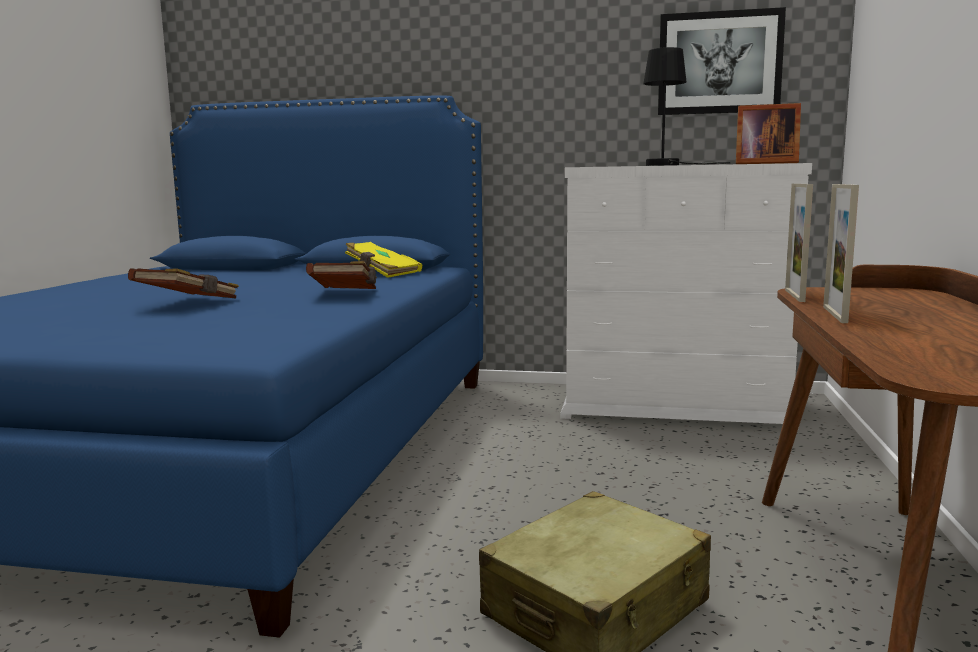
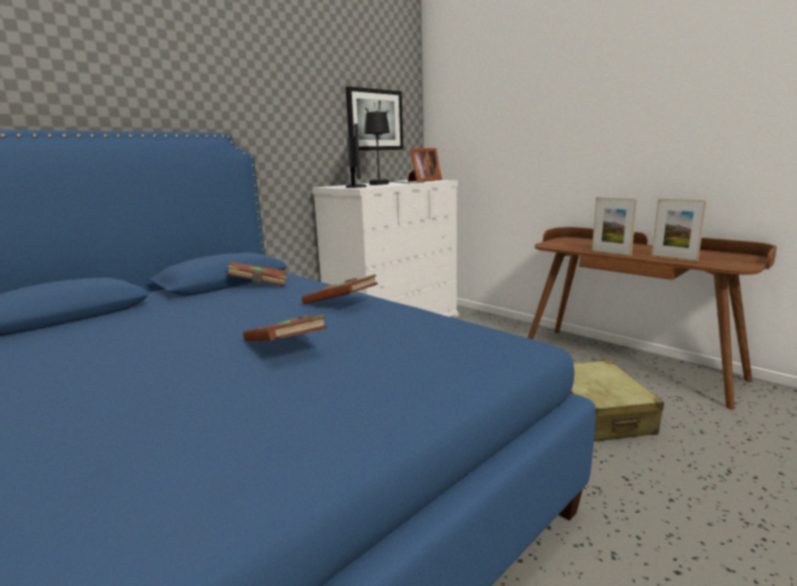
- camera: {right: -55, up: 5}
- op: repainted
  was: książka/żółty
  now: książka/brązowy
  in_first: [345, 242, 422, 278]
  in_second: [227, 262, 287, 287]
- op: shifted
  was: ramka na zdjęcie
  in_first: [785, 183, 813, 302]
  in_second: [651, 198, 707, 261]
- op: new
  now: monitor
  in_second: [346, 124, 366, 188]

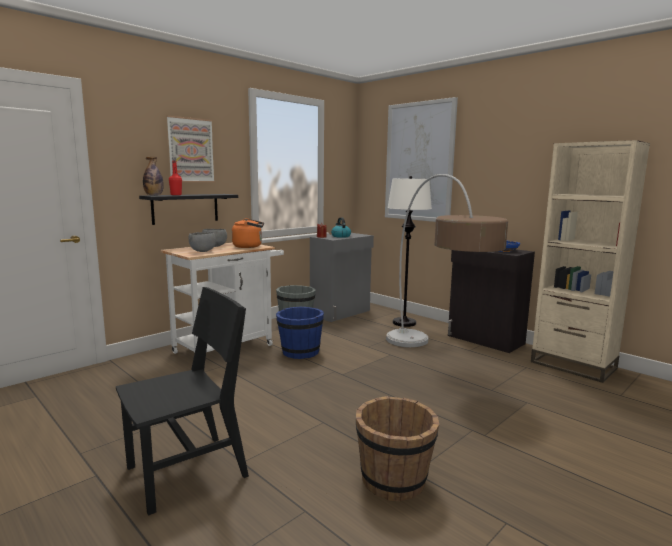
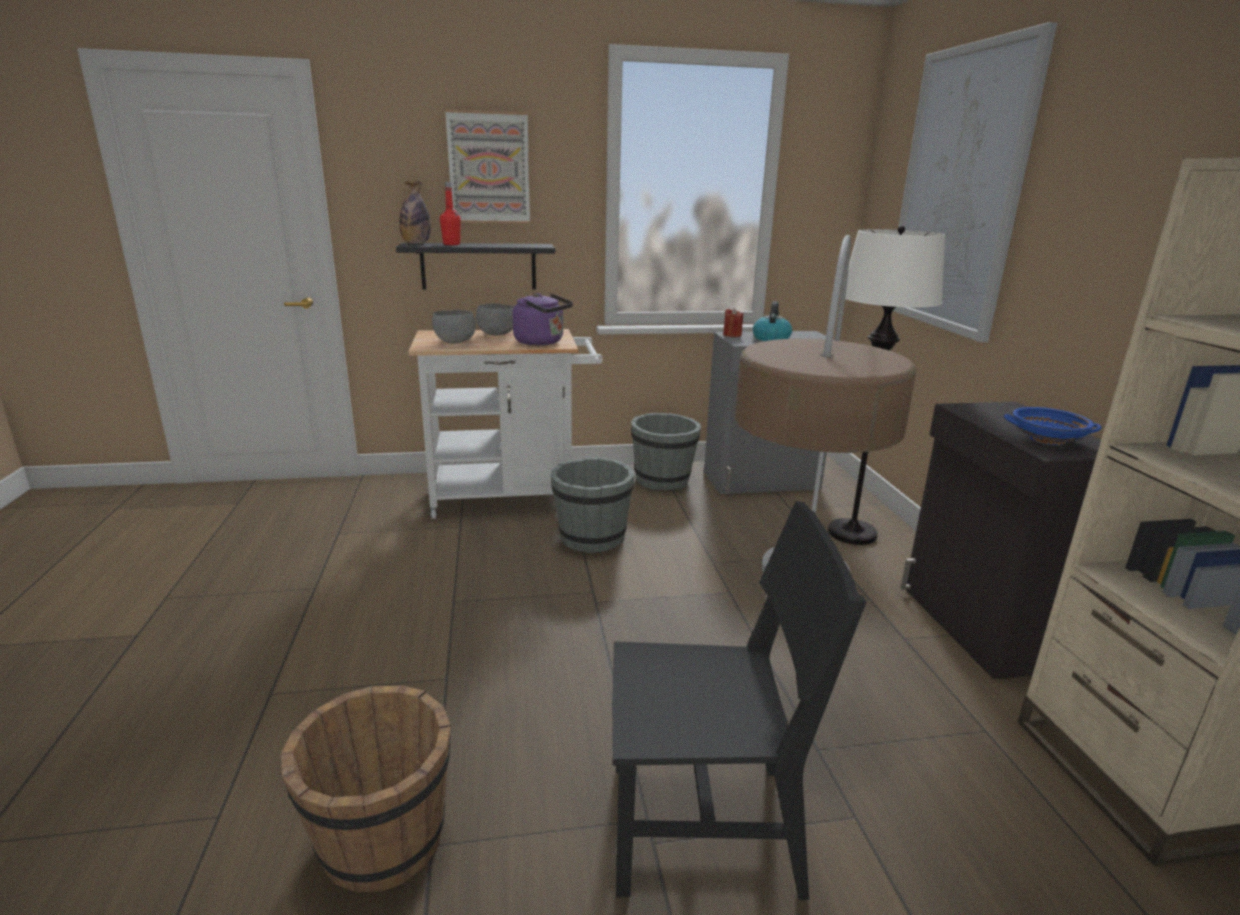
- camera: {right: 35, up: 10}
- op: shifted
  was: krzesło/czarny
  in_first: [116, 287, 249, 516]
  in_second: [612, 501, 867, 900]
- op: repainted
  was: czajnik/pomarańczowy
  now: czajnik/fioletowy
  in_first: [232, 218, 264, 248]
  in_second: [513, 293, 573, 345]
- op: repainted
  was: wiadro/niebieski
  now: wiadro/szary
  in_first: [276, 307, 324, 359]
  in_second: [551, 457, 635, 553]

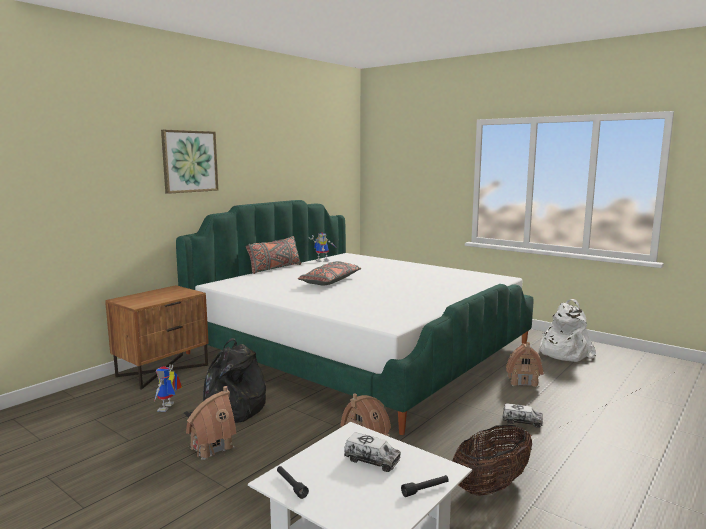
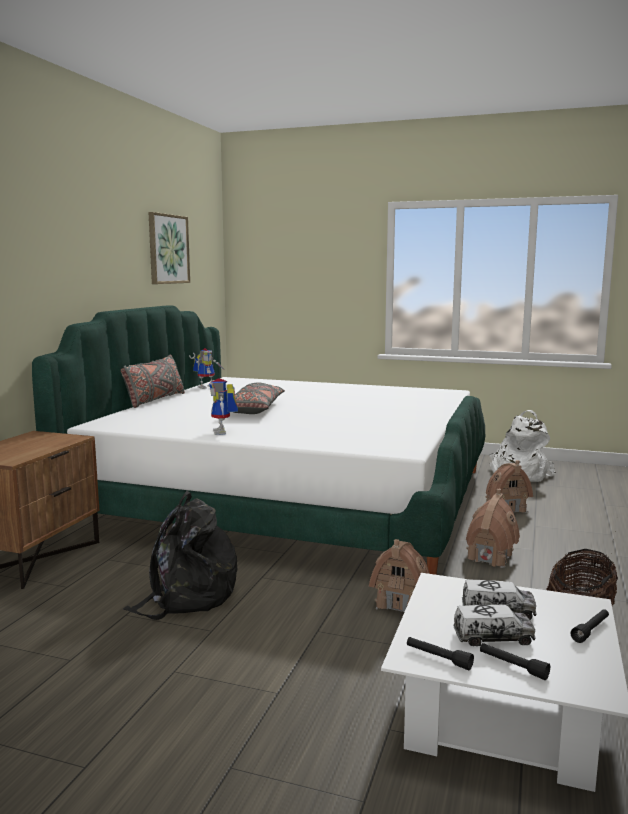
- camera: {right: -20, up: 0}
- op: shifted
  was: robot zabawkowy
  in_first: [154, 364, 182, 412]
  in_second: [209, 378, 238, 435]
- op: shifted
  was: obraz
  in_first: [161, 130, 218, 194]
  in_second: [148, 212, 190, 284]
- op: shifted
  was: domek
  in_first: [186, 386, 236, 460]
  in_second: [466, 488, 520, 568]
- op: shifted
  was: ciężarówka zabawkowa
  in_first: [502, 403, 543, 428]
  in_second: [453, 605, 536, 646]
- op: new
  now: latarka/czarny
  in_second: [480, 643, 550, 680]

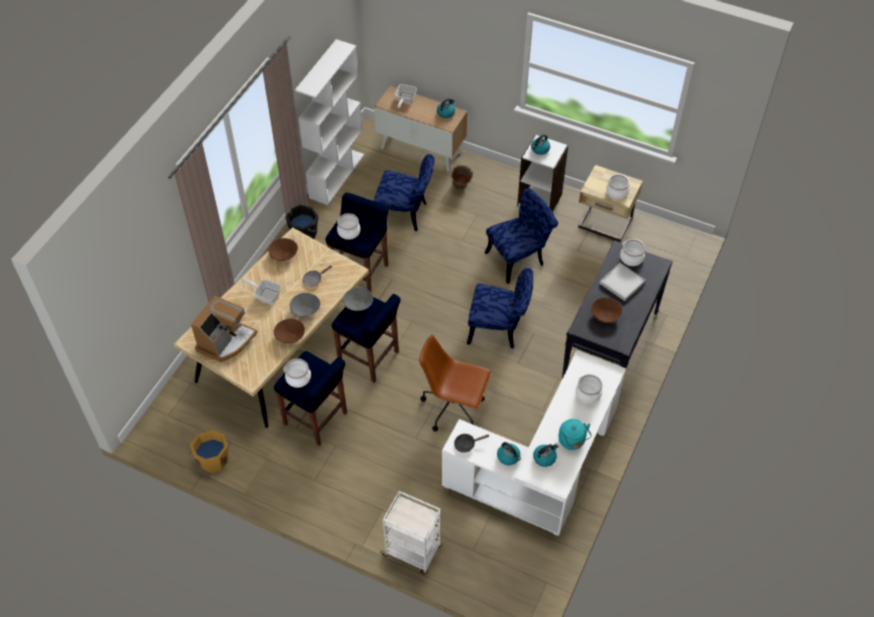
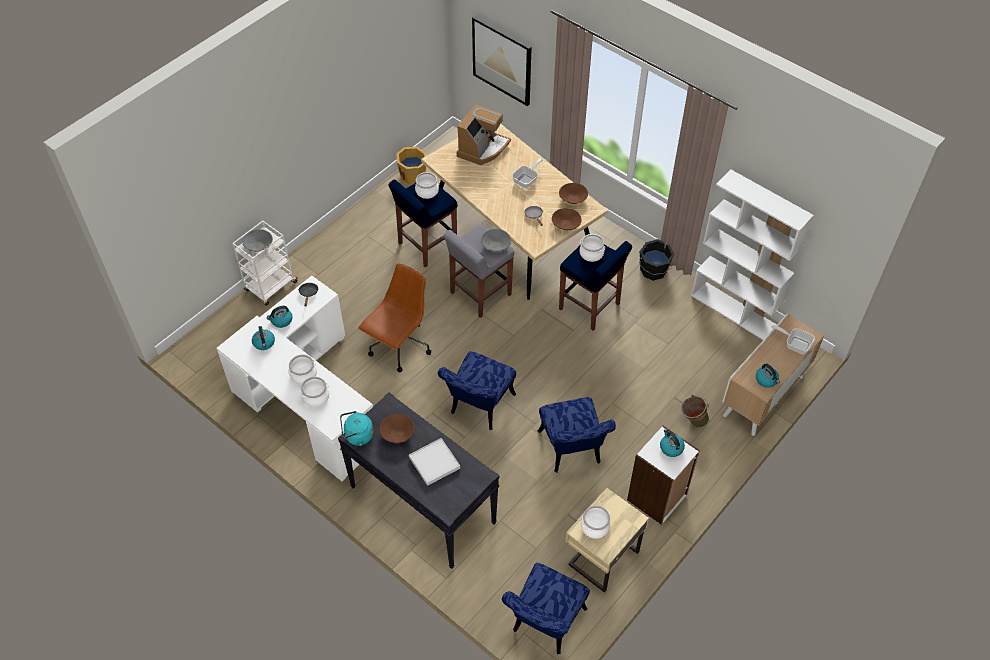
- camera: {right: 105, up: 0}
- op: rotated
  was: ekspres do kawy
  in_first: [191, 296, 258, 362]
  in_second: [457, 104, 511, 165]
  clockwise: -105
- op: shifted
  was: miska/brązowy
  in_first: [274, 318, 305, 343]
  in_second: [552, 208, 582, 230]
- op: shifted
  was: miska/szary
  in_first: [290, 293, 320, 317]
  in_second: [242, 229, 273, 252]
- op: repainted
  was: stołek/niebieski
  now: stołek/szary
  in_first: [332, 294, 401, 383]
  in_second: [444, 225, 514, 318]
- op: shifted
  was: krzesło/niebieski
  in_first: [374, 154, 434, 231]
  in_second: [502, 563, 590, 654]
- op: shifted
  was: czajnik/turkusowy
  in_first: [558, 419, 592, 450]
  in_second: [340, 411, 373, 446]
- op: shifted
  was: garnek
  in_first: [620, 239, 645, 266]
  in_second: [288, 354, 317, 385]
- op: new
  now: obraz
  in_second: [472, 16, 532, 106]

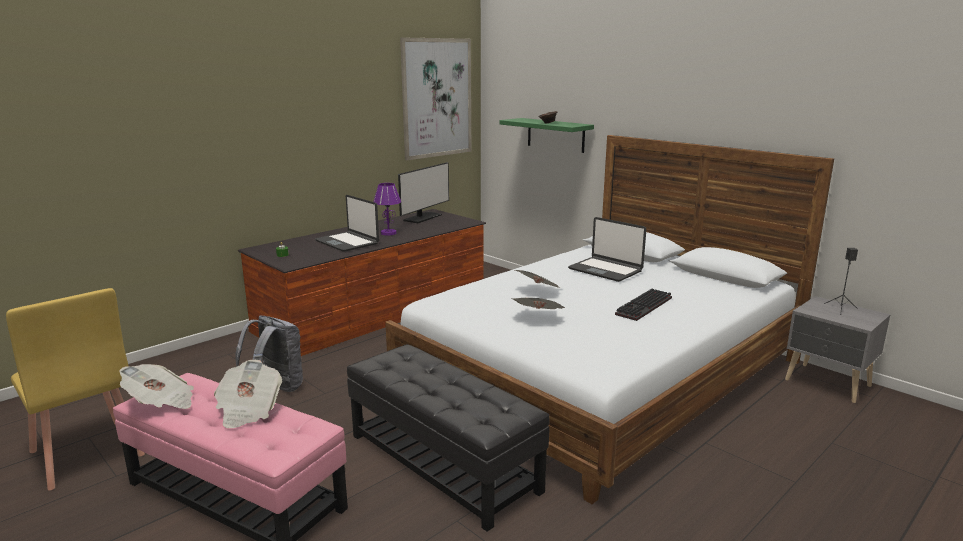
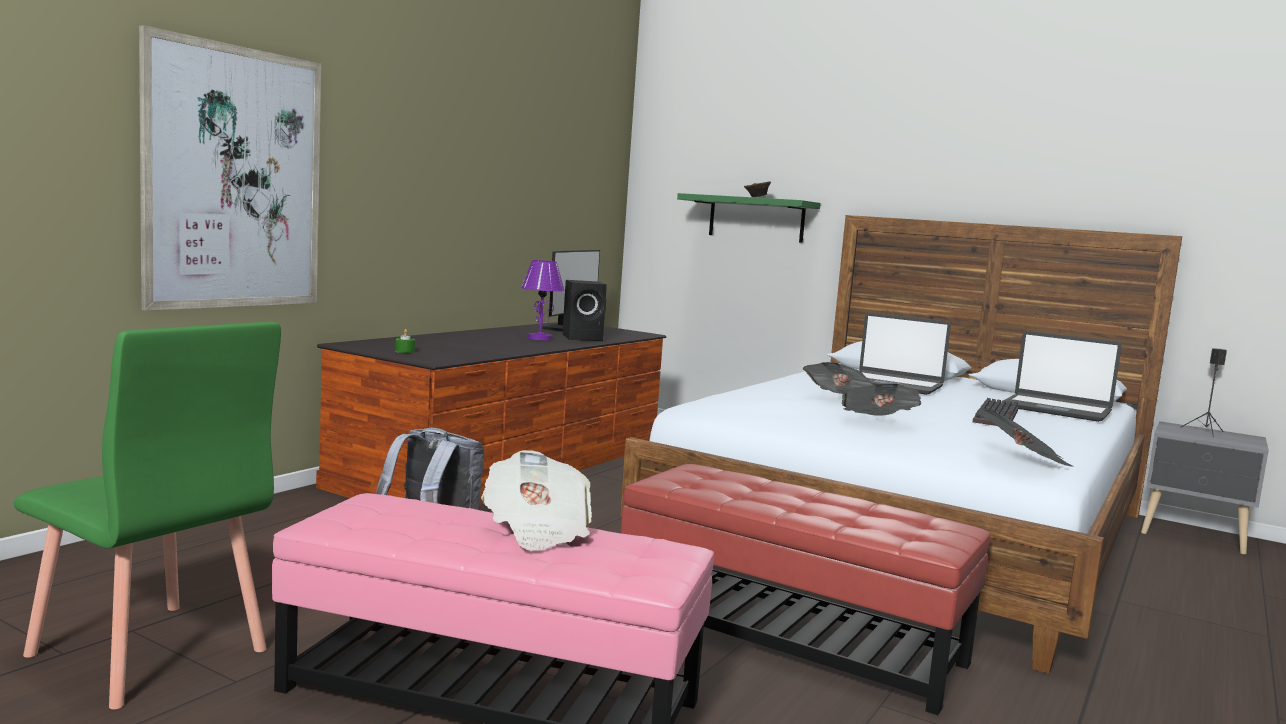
- camera: {right: -15, up: -10}
- op: repainted
  was: krzesło/żółty
  now: krzesło/zielony
  in_first: [6, 288, 145, 490]
  in_second: [14, 322, 281, 710]
- op: shifted
  was: gazeta
  in_first: [120, 364, 194, 409]
  in_second: [977, 408, 1074, 467]
- op: shifted
  was: laptop
  in_first: [315, 195, 379, 252]
  in_second: [1004, 331, 1122, 422]
- op: repainted
  was: pufa/czarny
  now: pufa/czerwony
  in_first: [347, 344, 550, 532]
  in_second: [621, 464, 991, 715]
- op: shifted
  was: obraz
  in_first: [400, 37, 471, 160]
  in_second: [139, 25, 321, 311]
- op: new
  now: głośnik/czarny
  in_second: [562, 280, 607, 341]

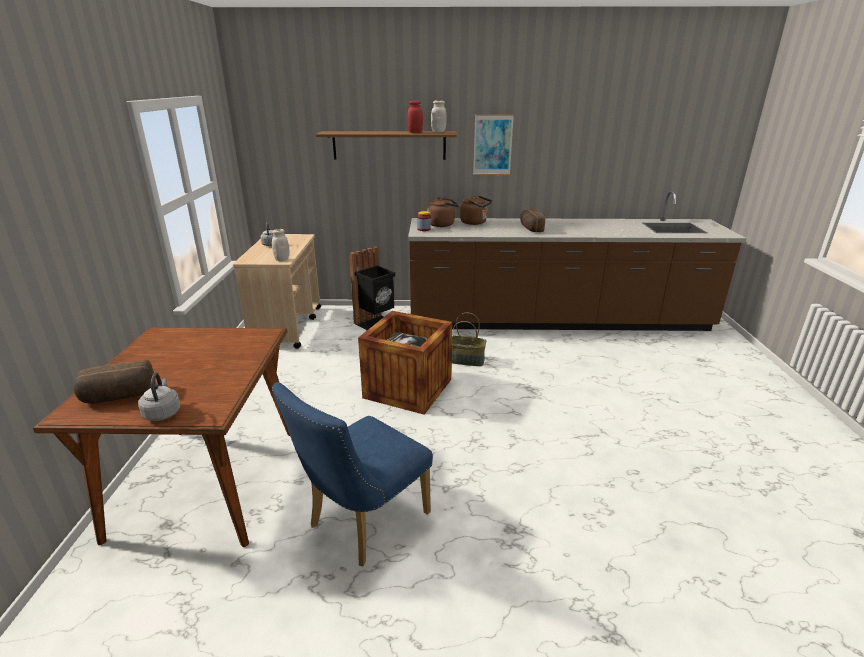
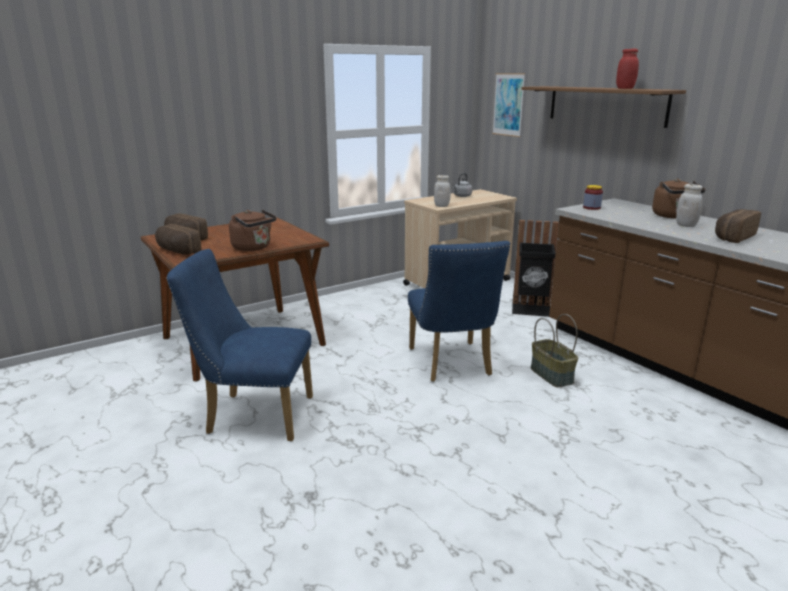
- camera: {right: 55, up: -5}
- op: swapped
  was: czajnik/szary
  now: chleb
  in_first: [138, 372, 180, 421]
  in_second: [155, 224, 201, 255]
- op: swapped
  was: skrzynka
  now: krzesło/niebieski
  in_first: [358, 311, 452, 414]
  in_second: [408, 241, 510, 382]
- op: shifted
  was: czajnik/brązowy
  in_first: [427, 197, 459, 227]
  in_second: [229, 210, 276, 251]
- op: shifted
  was: słoik/biały
  in_first: [431, 101, 447, 132]
  in_second: [676, 184, 703, 227]
- op: shifted
  was: obraz
  in_first: [473, 114, 514, 175]
  in_second: [492, 73, 525, 137]

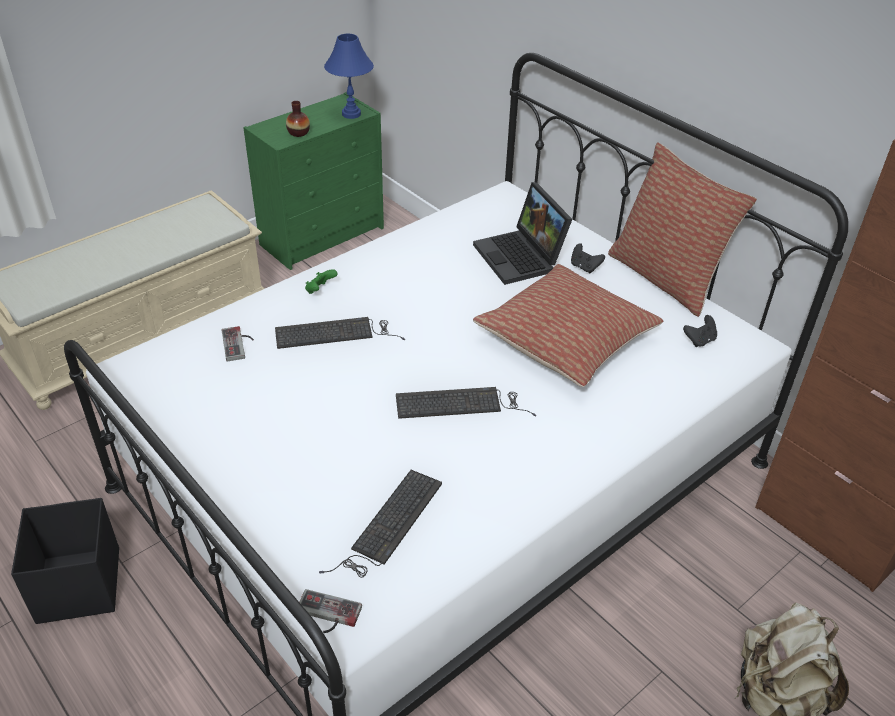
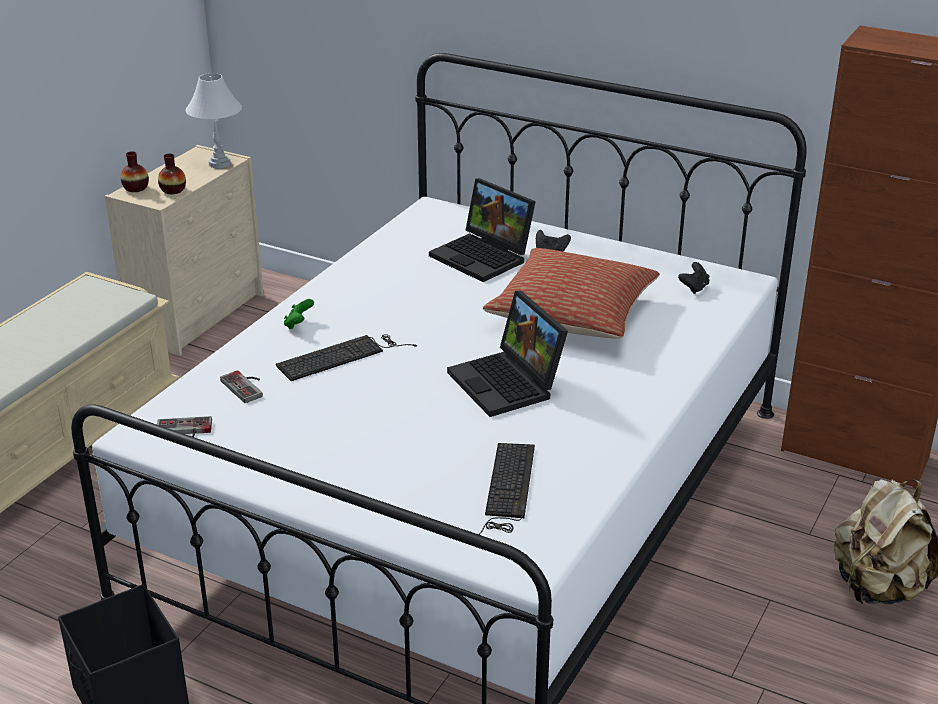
- camera: {right: -20, up: -10}
- op: repainted
  was: komoda/zielony
  now: komoda/beżowy
  in_first: [243, 92, 384, 270]
  in_second: [105, 145, 264, 356]
- op: shifted
  was: pad do gier
  in_first: [299, 589, 362, 633]
  in_second: [157, 416, 212, 437]
- op: repainted
  was: lampa stołowa/niebieski
  now: lampa stołowa/biały
  in_first: [324, 34, 374, 119]
  in_second: [186, 73, 242, 168]
- op: swapped
  was: klawiatura
  now: laptop
  in_first: [396, 387, 536, 419]
  in_second: [447, 291, 568, 417]
- op: gone
  was: poduszka
  in_first: [608, 142, 757, 317]
- op: new
  now: wazon
  in_second: [121, 151, 149, 192]

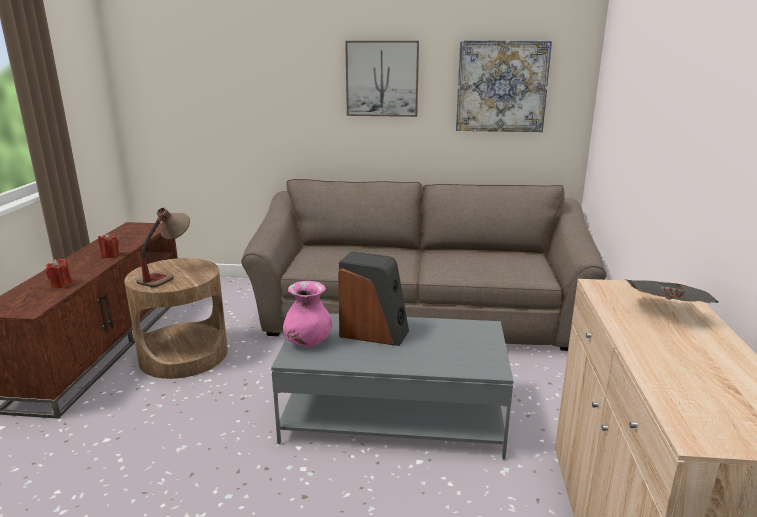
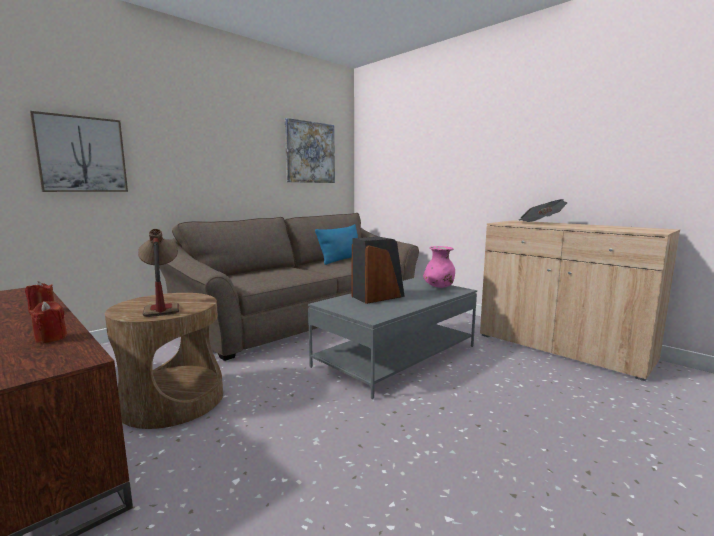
- camera: {right: -50, up: -10}
- op: shifted
  was: wazon/różowy
  in_first: [283, 281, 332, 347]
  in_second: [423, 246, 455, 288]
- op: shifted
  was: obraz
  in_first: [345, 41, 419, 117]
  in_second: [30, 111, 128, 192]
- op: new
  now: poduszka/niebieski
  in_second: [315, 224, 358, 265]

